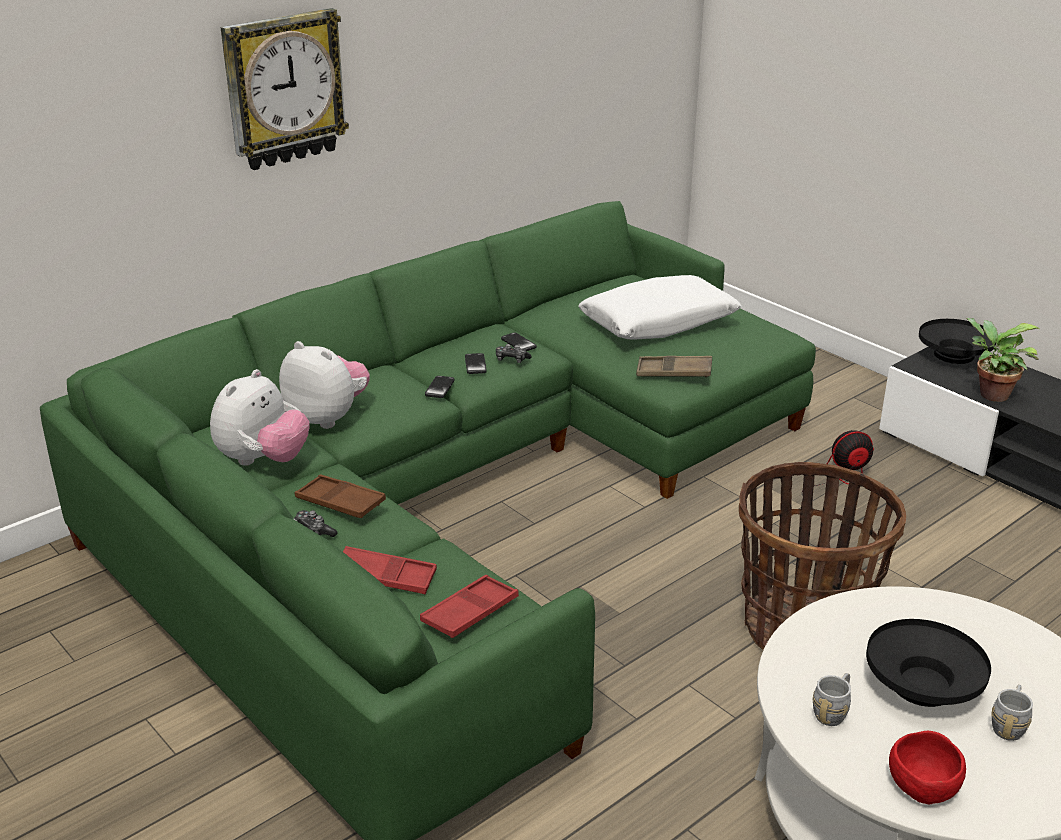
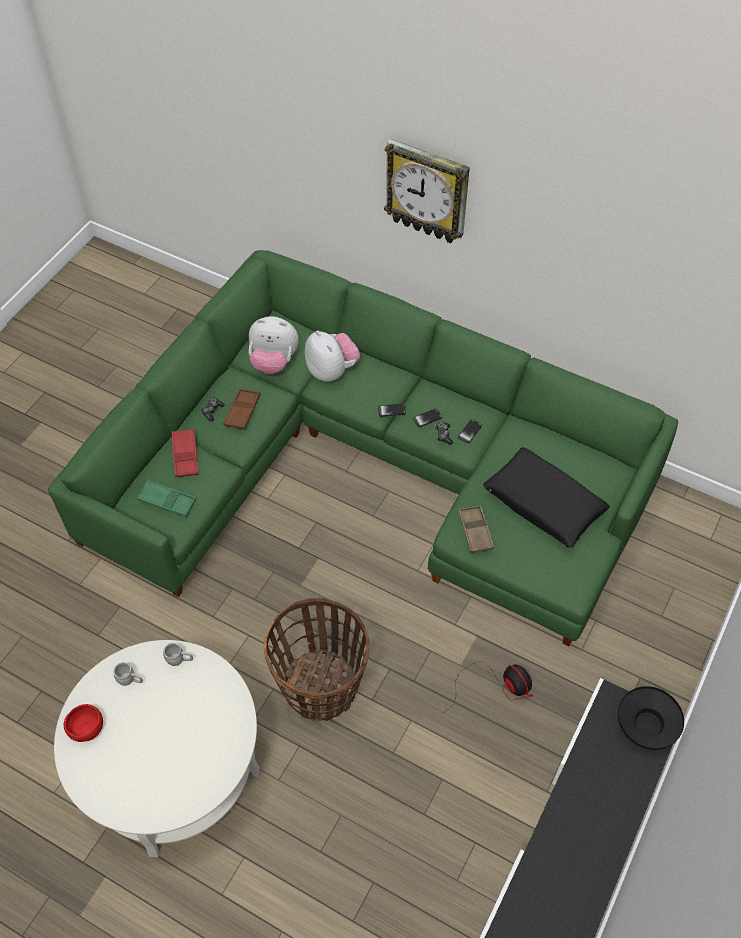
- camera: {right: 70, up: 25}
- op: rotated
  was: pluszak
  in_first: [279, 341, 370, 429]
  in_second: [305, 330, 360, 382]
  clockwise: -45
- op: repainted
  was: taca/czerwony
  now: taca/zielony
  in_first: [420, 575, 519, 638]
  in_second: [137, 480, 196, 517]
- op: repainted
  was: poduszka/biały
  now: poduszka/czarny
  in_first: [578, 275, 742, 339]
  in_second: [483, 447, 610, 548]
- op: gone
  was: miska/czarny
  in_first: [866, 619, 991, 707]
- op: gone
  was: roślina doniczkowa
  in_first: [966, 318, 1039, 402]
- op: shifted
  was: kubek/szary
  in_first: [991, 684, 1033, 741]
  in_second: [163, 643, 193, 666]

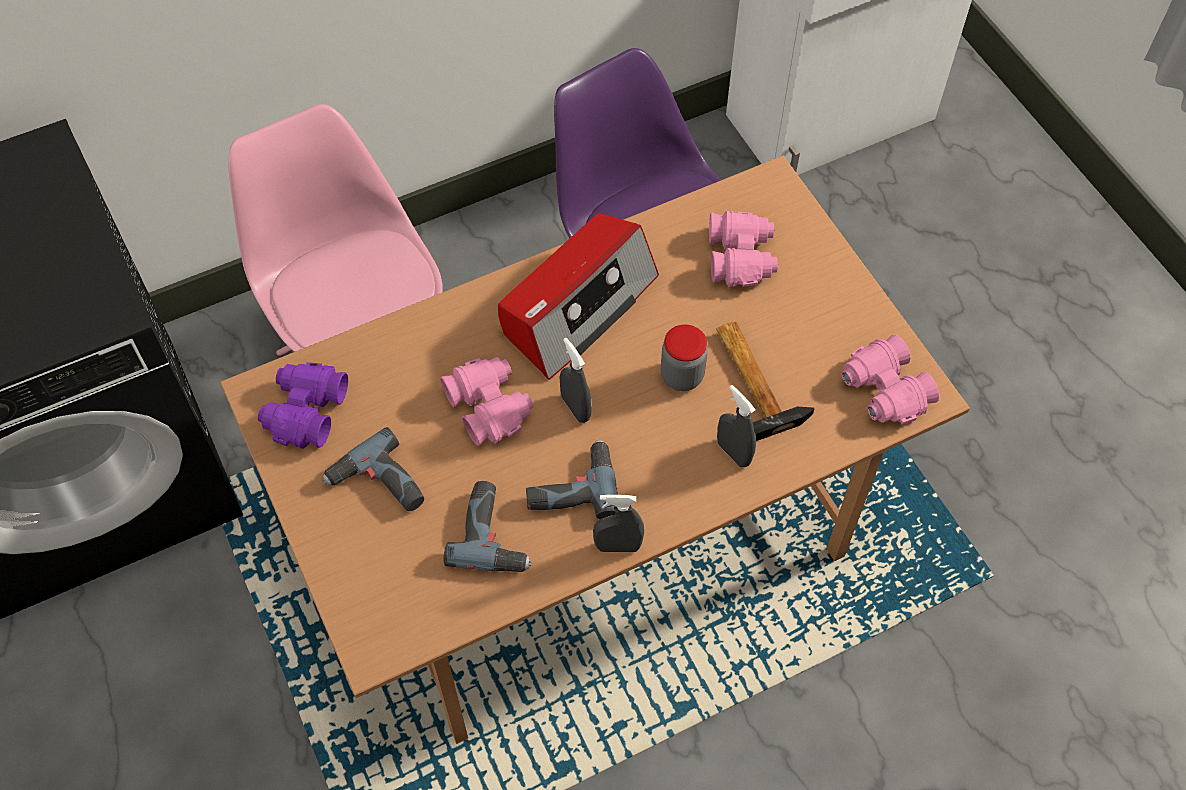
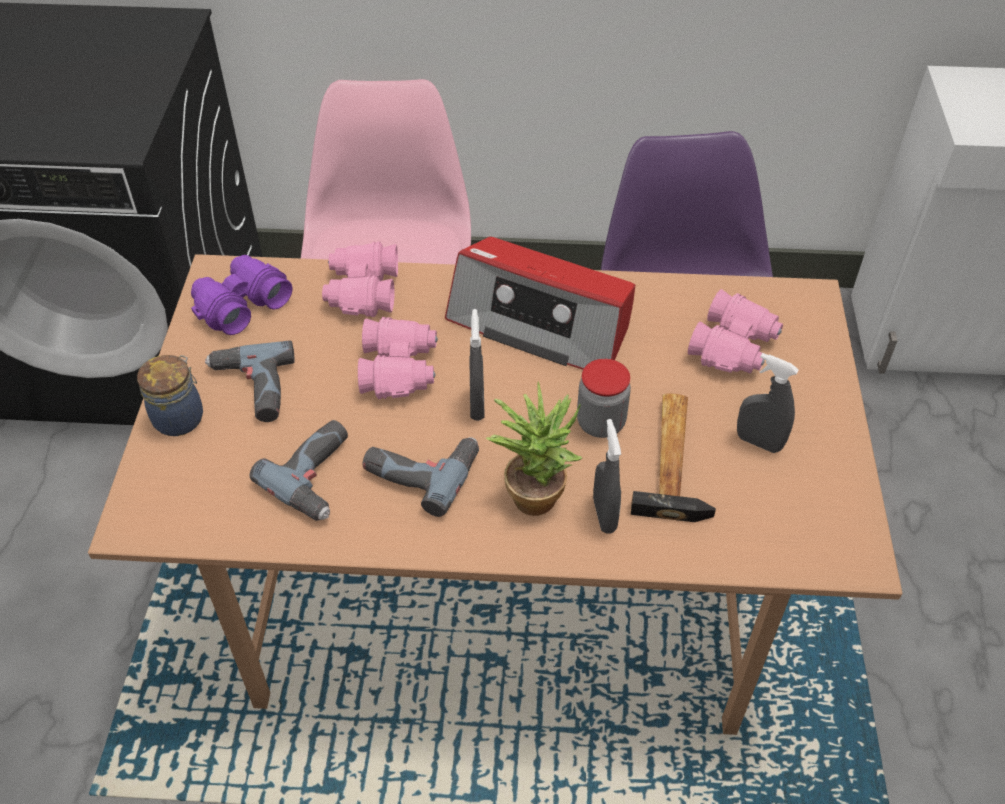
- camera: {right: 30, up: -10}
- op: rotated
  was: radio
  in_first: [498, 213, 659, 380]
  in_second: [445, 237, 635, 370]
  clockwise: 45
- op: shifted
  was: spryskiwacz/szary
  in_first: [593, 495, 644, 552]
  in_second: [737, 353, 799, 453]
- op: shifted
  was: lornetka/różowy
  in_first: [842, 335, 939, 425]
  in_second: [322, 242, 398, 317]
- op: new
  now: słoik
  in_second: [137, 355, 203, 436]
- op: new
  now: roślina doniczkowa
  in_second: [485, 382, 582, 516]

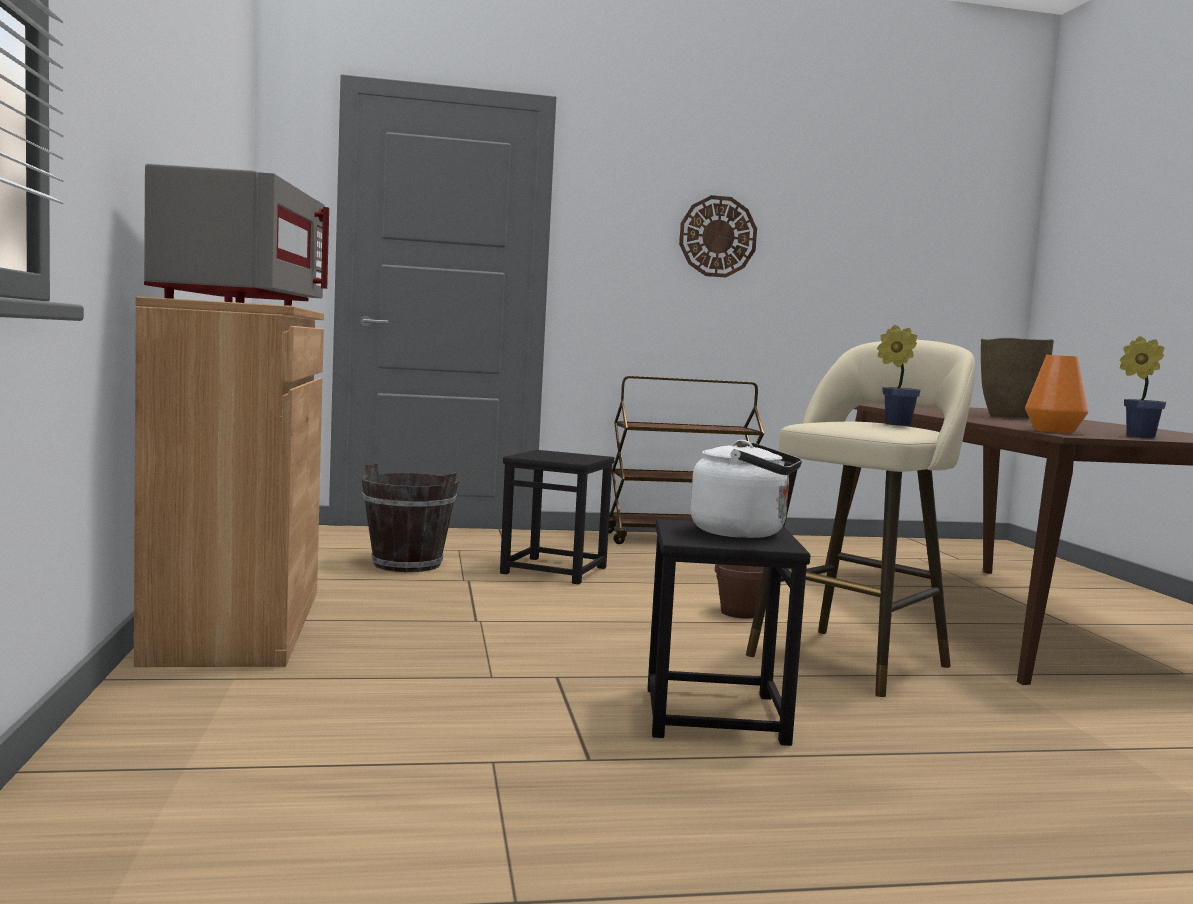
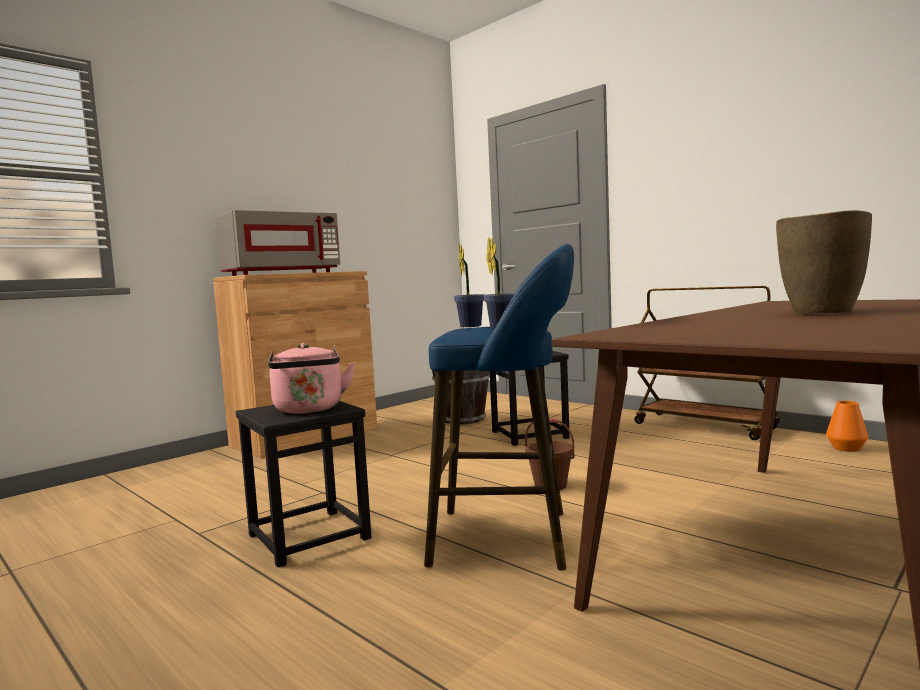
- camera: {right: 55, up: 0}
- op: gone
  was: zegar ścienny
  in_first: [679, 195, 757, 277]
- op: repainted
  was: czajnik/biały
  now: czajnik/różowy
  in_first: [690, 440, 802, 538]
  in_second: [268, 343, 355, 414]
- op: repainted
  was: stołek/beżowy
  now: stołek/niebieski
  in_first: [746, 340, 976, 697]
  in_second: [424, 244, 574, 571]
- op: shifted
  was: wazon/pomarańczowy
  in_first: [1025, 355, 1088, 433]
  in_second: [826, 401, 868, 452]
- op: shifted
  was: roślina doniczkowa
  in_first: [1120, 336, 1166, 438]
  in_second: [454, 242, 485, 327]

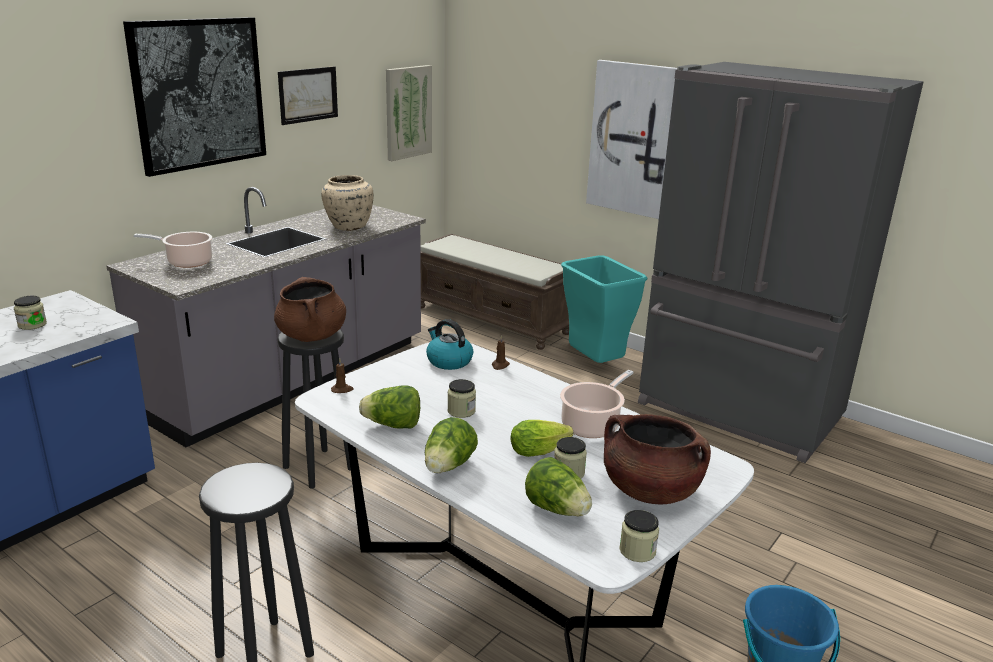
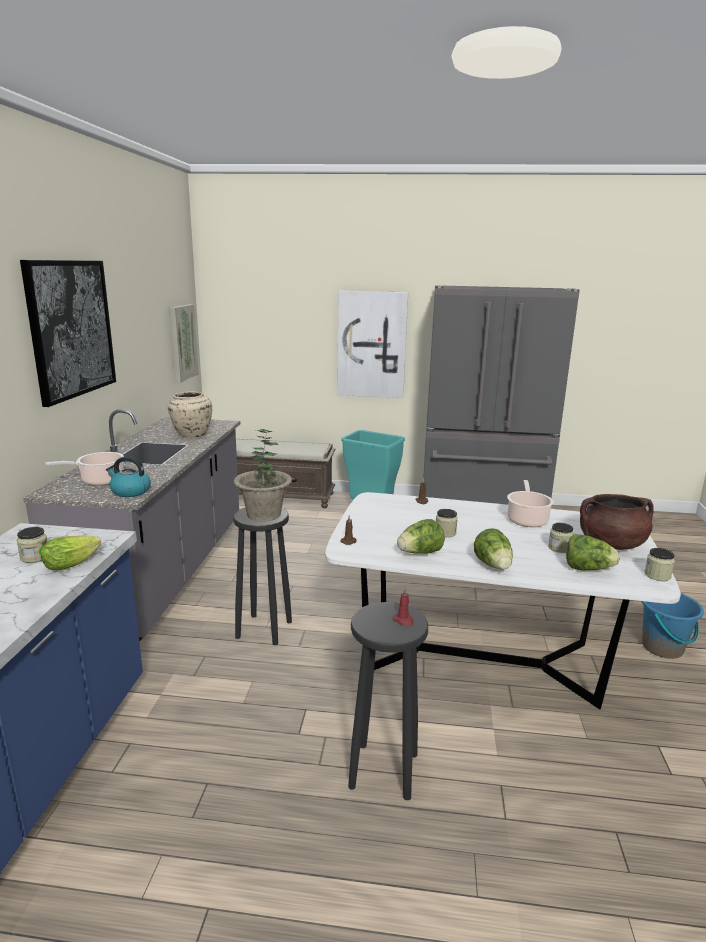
- camera: {right: -30, up: -5}
- op: swapped
  was: garnek/brązowy
  now: roślina doniczkowa
  in_first: [274, 277, 346, 342]
  in_second: [234, 429, 292, 521]
- op: gone
  was: obraz
  in_first: [278, 66, 338, 125]
- op: shifted
  was: czajnik
  in_first: [426, 319, 473, 370]
  in_second: [106, 456, 151, 497]
- op: shifted
  was: sałata
  in_first: [510, 420, 573, 457]
  in_second: [41, 535, 101, 570]
- op: new
  now: świeca/czerwony
  in_second: [393, 588, 413, 626]

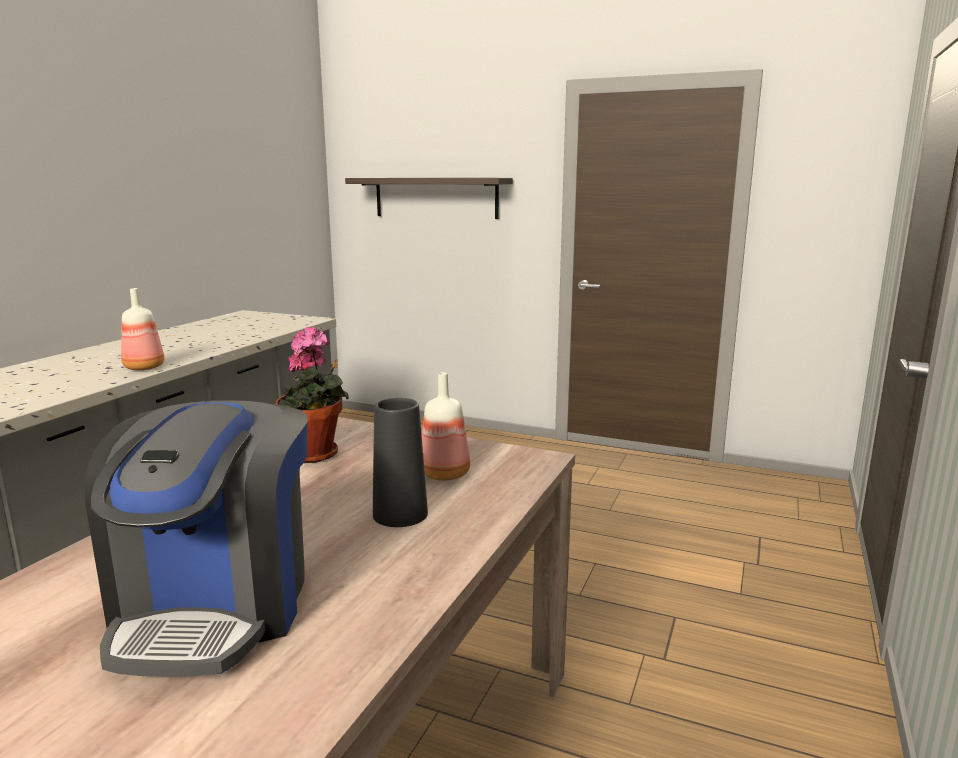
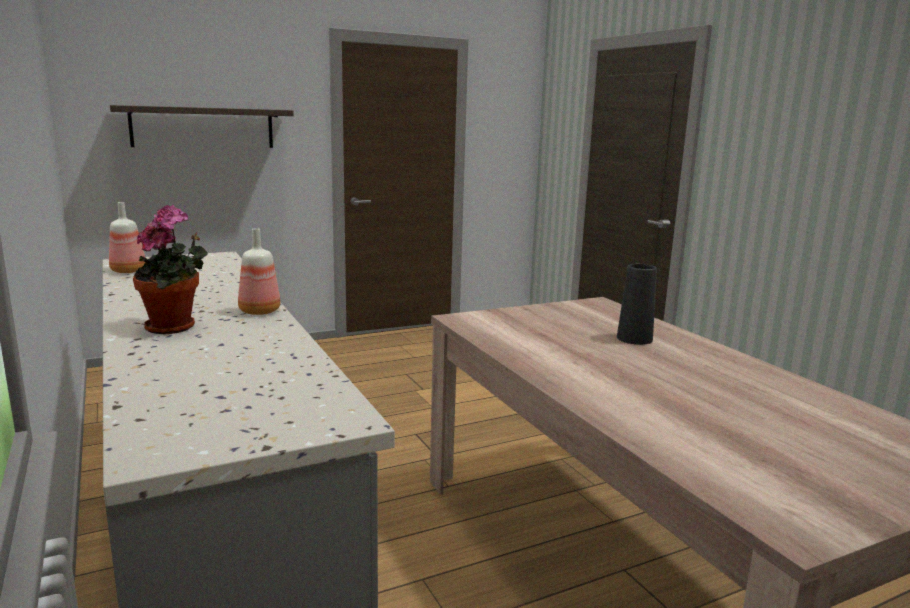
- camera: {right: -50, up: 0}
- op: gone
  was: ekspres do kawy
  in_first: [84, 401, 308, 677]
- op: shifted
  was: roślina doniczkowa
  in_first: [276, 327, 349, 463]
  in_second: [133, 205, 208, 334]
- op: shifted
  was: butelka
  in_first: [422, 372, 470, 481]
  in_second: [109, 202, 145, 273]

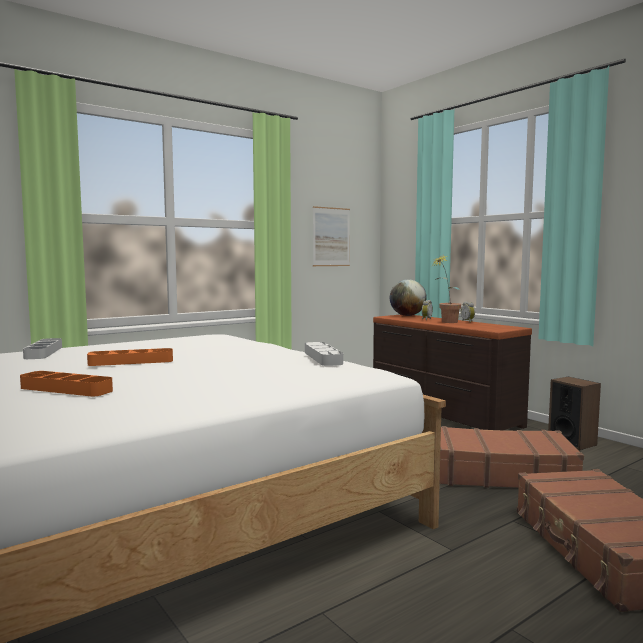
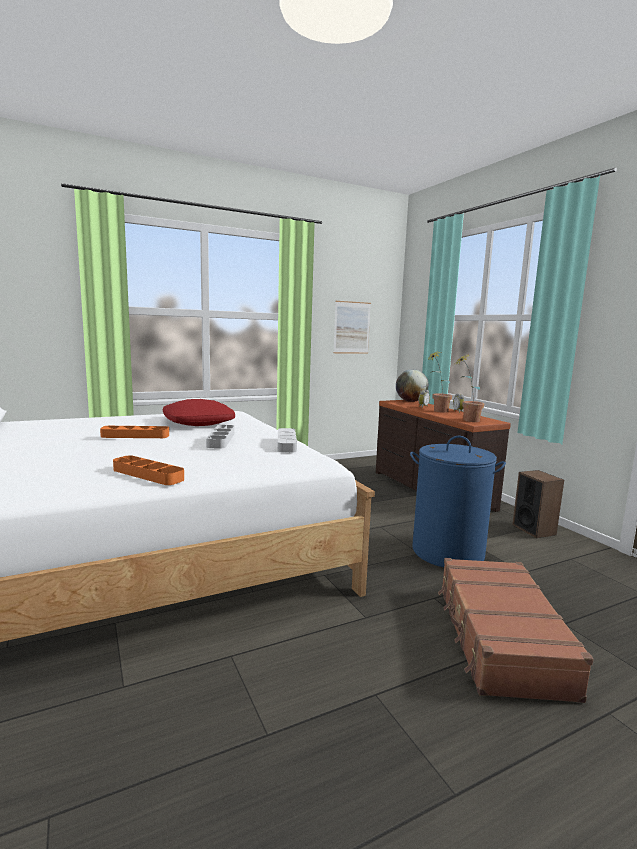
- camera: {right: 10, up: 5}
- op: shifted
  was: taca/pomarańczowy
  in_first: [20, 371, 113, 397]
  in_second: [113, 455, 184, 485]
- op: shifted
  was: taca/szary
  in_first: [23, 338, 62, 359]
  in_second: [206, 425, 235, 449]
- op: swapped
  was: walizka/brązowy
  now: kosz na pranie/niebieski
  in_first: [440, 426, 584, 488]
  in_second: [410, 436, 506, 567]
- op: new
  now: poduszka/czerwony
  in_second: [163, 399, 235, 426]
- op: new
  now: roślina doniczkowa
  in_second: [455, 355, 484, 422]

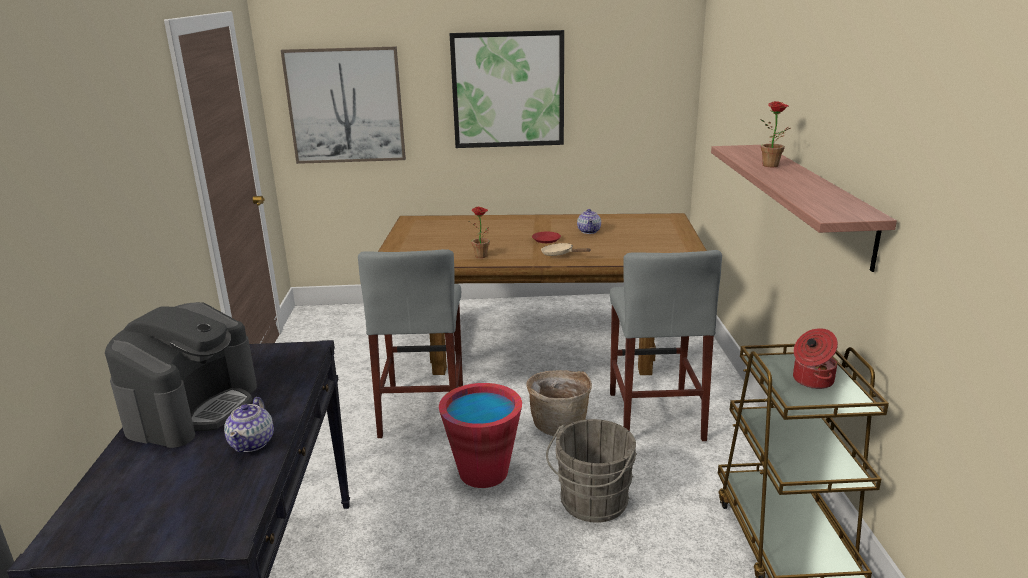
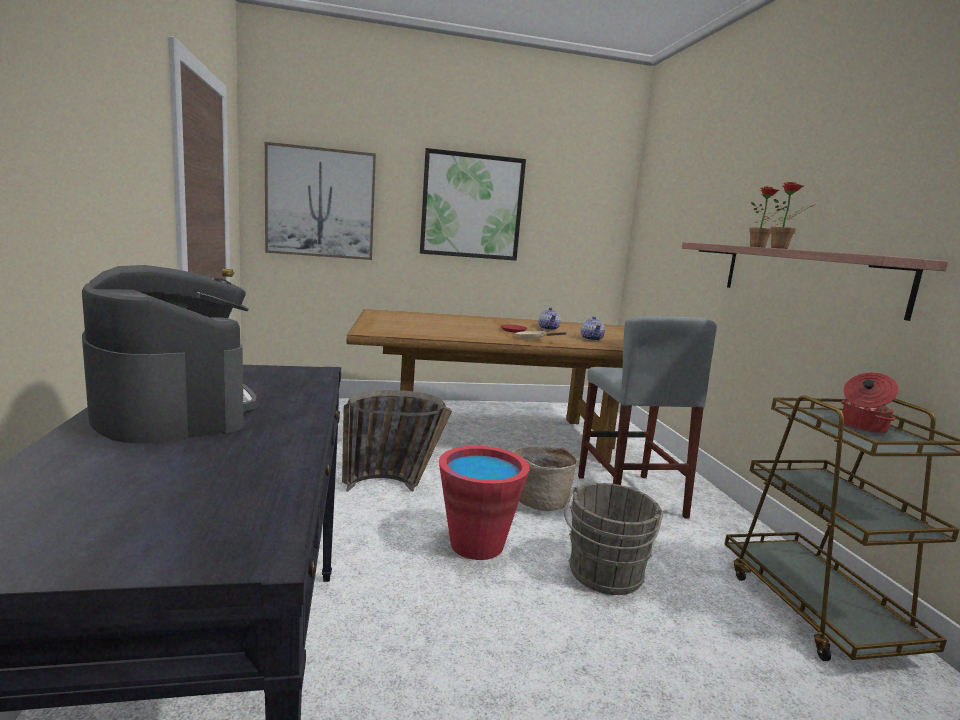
- camera: {right: -10, up: -10}
- op: rotated
  was: ekspres do kawy
  in_first: [105, 302, 257, 448]
  in_second: [82, 265, 257, 443]
  clockwise: -45
- op: shifted
  was: imbryk
  in_first: [224, 397, 274, 452]
  in_second: [581, 316, 605, 341]
- op: swapped
  was: stołek/szary
  now: koszyk
  in_first: [358, 249, 463, 438]
  in_second: [342, 390, 452, 492]
- op: shifted
  was: roślina doniczkowa
  in_first: [469, 207, 490, 258]
  in_second: [770, 182, 814, 249]

